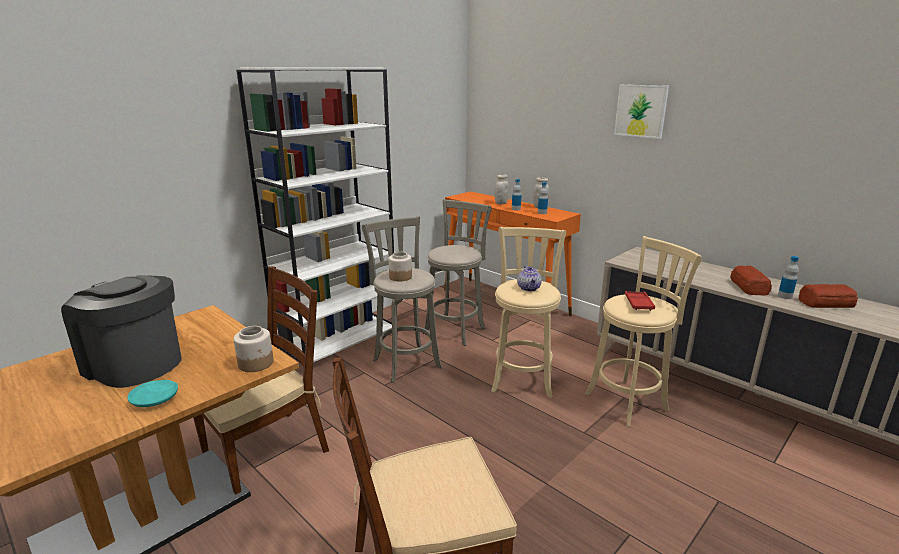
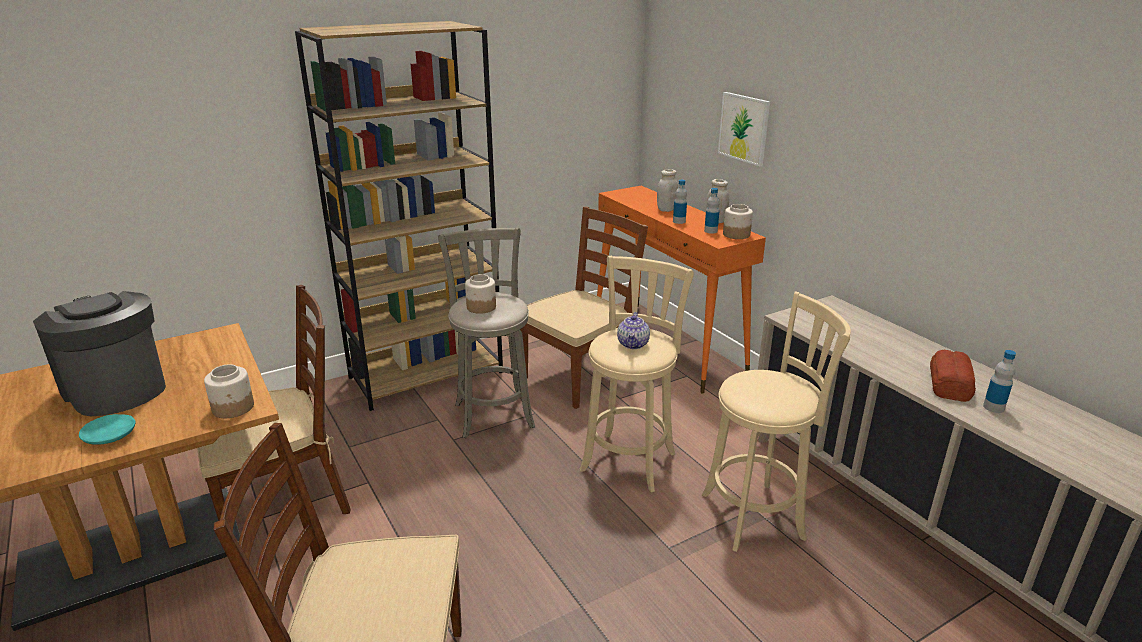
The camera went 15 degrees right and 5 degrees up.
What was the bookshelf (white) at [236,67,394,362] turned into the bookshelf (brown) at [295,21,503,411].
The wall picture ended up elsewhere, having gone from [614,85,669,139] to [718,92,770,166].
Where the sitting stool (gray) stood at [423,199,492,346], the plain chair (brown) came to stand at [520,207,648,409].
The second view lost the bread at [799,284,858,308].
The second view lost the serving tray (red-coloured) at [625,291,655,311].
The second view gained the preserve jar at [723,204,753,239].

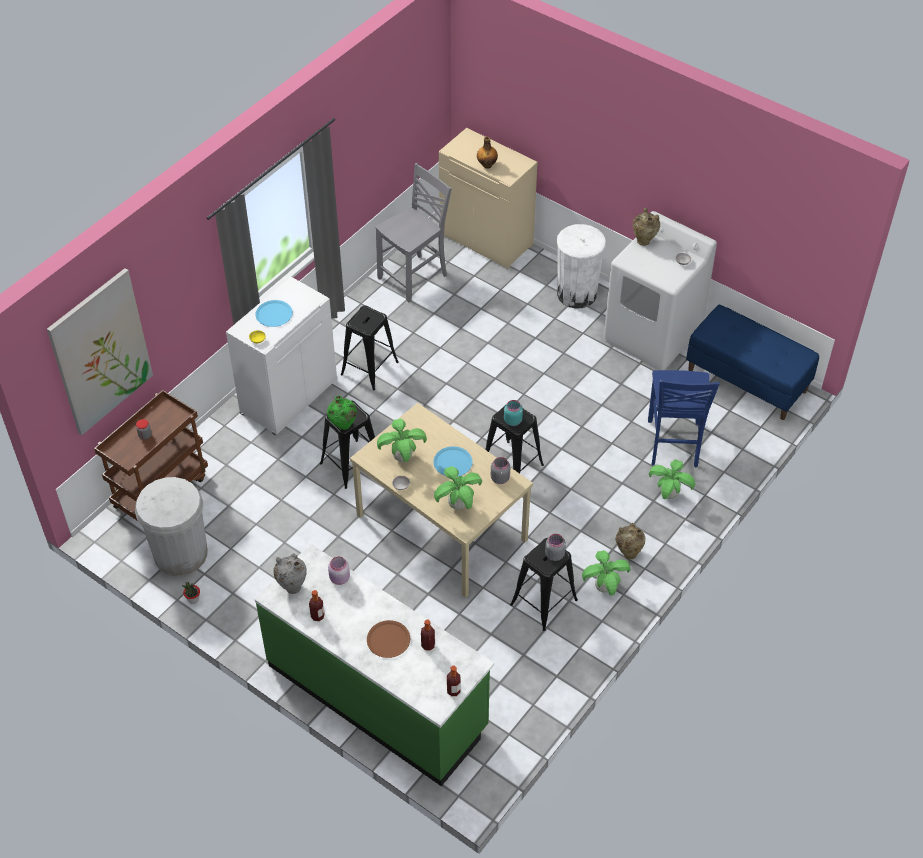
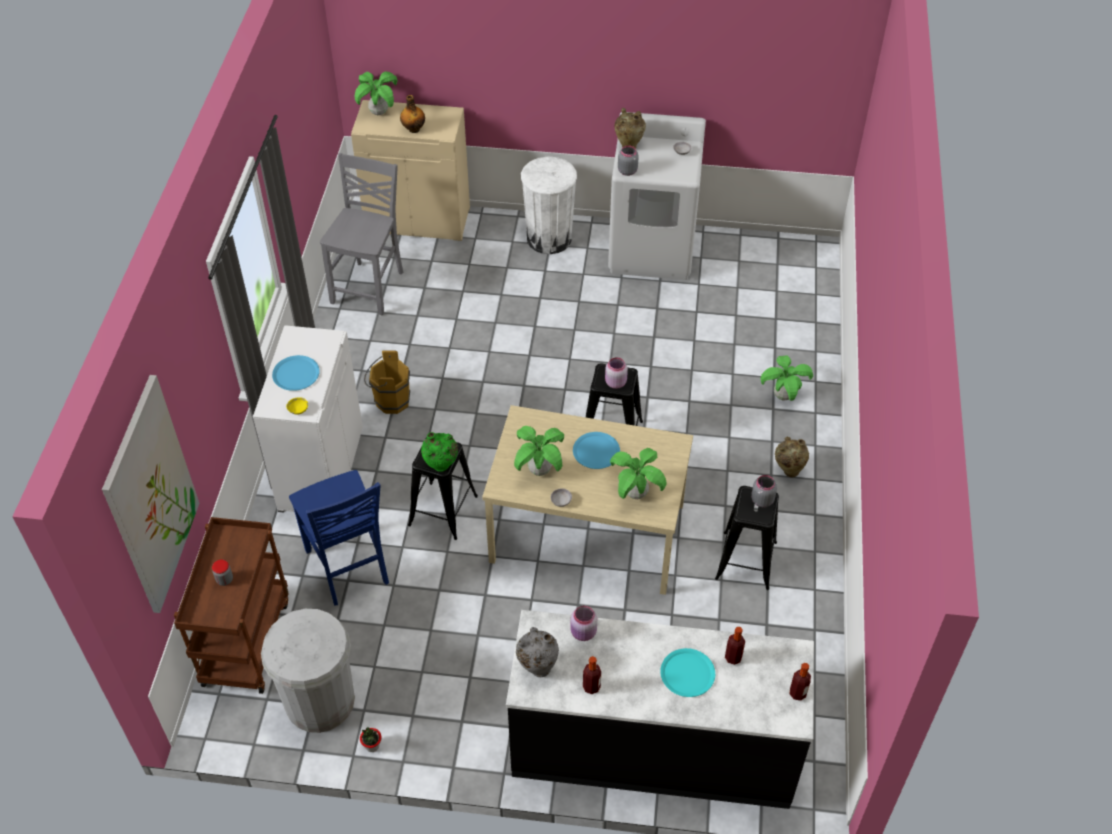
The camera went 30 degrees left and 0 degrees up.
The second view lost the long seat (blue) at [686,305,819,420].
Where the sitting stool (black) stood at [341,306,399,391], the water bucket (brown) came to stand at [364,350,410,414].
The plain chair (blue) ended up elsewhere, having gone from [648,370,720,467] to [289,470,389,605].
What was the preserve jar (turquoise) at [504,400,523,426] turned into the preserve jar (pinkish) at [605,357,628,389].
The preserve jar (gray) ended up elsewhere, having gone from [491,457,510,484] to [618,145,639,176].
What was the kitchen counter (greenish) at [255,544,494,786] turned into the kitchen counter (black) at [506,610,814,809].
The potted plant ended up elsewhere, having gone from [582,550,631,596] to [355,72,398,115].
What was the dinner plate (brown) at [367,620,410,658] turned into the dinner plate (turquoise) at [660,648,715,697].

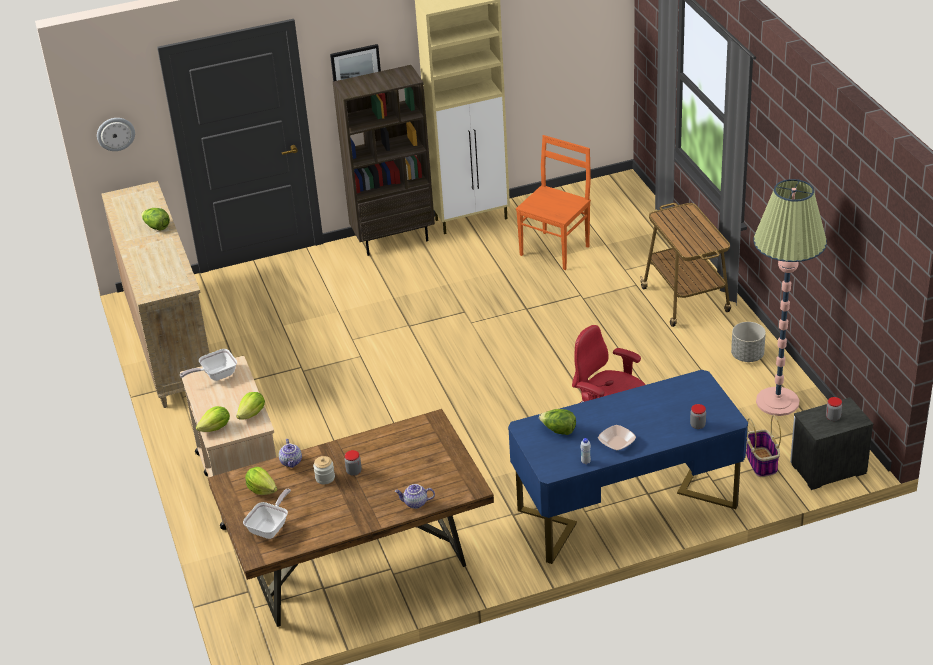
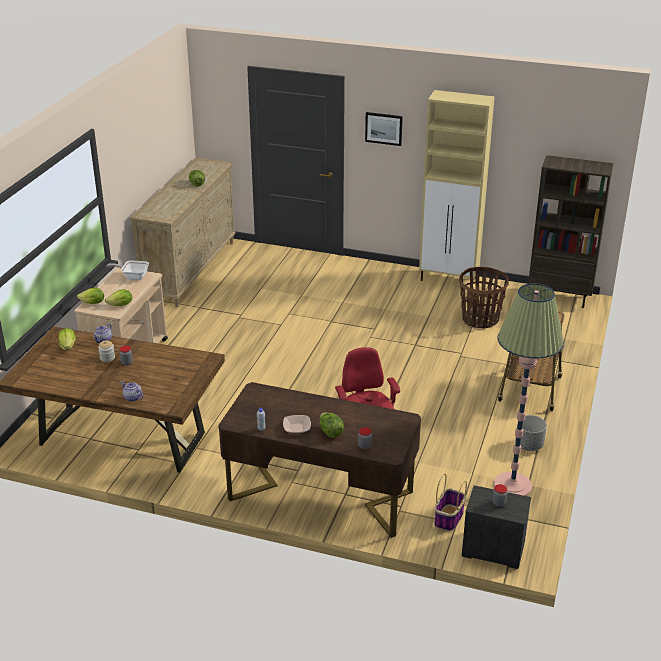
The camera went 35 degrees right and 5 degrees down.
The bookshelf (brown) ended up elsewhere, having gone from [333,65,435,256] to [528,155,613,308].
The second view lost the hanging clock at [97,118,135,151].
Where the plain chair (orangey) stood at [516,135,591,270], the household basket came to stand at [459,267,509,329].
What was the desk (blue) at [508,370,748,564] turned into the desk (brown) at [218,382,421,538].
The head of lettuce ended up elsewhere, having gone from [539,409,576,435] to [319,413,344,438].
The second view lost the pan at [243,489,291,539].

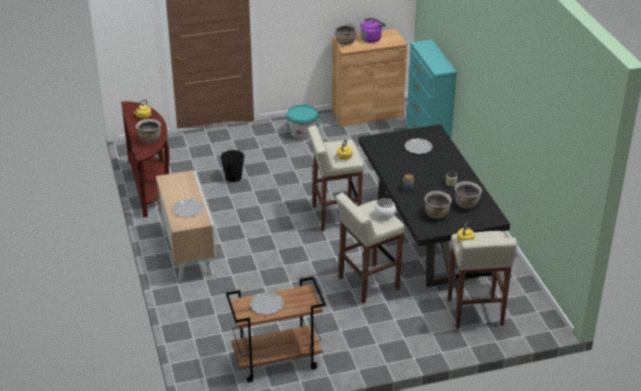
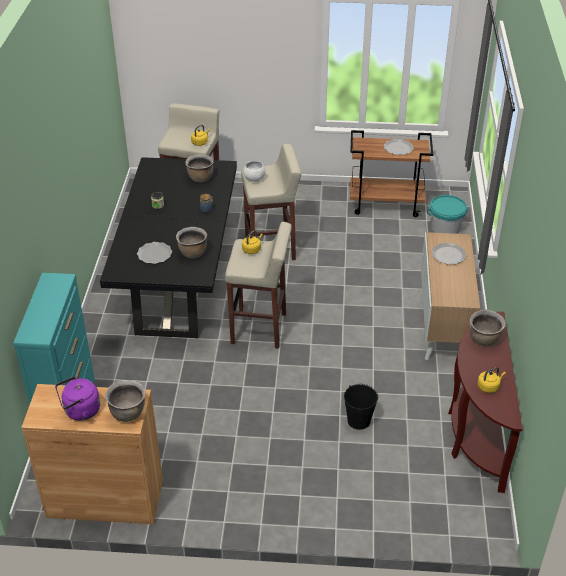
The camera went 160 degrees left and 5 degrees up.
The water bucket (turquoise) ended up elsewhere, having gone from [287,104,320,139] to [427,195,468,234].
The stockpot (brown) ended up elsewhere, having gone from [455,181,482,209] to [176,227,207,259].

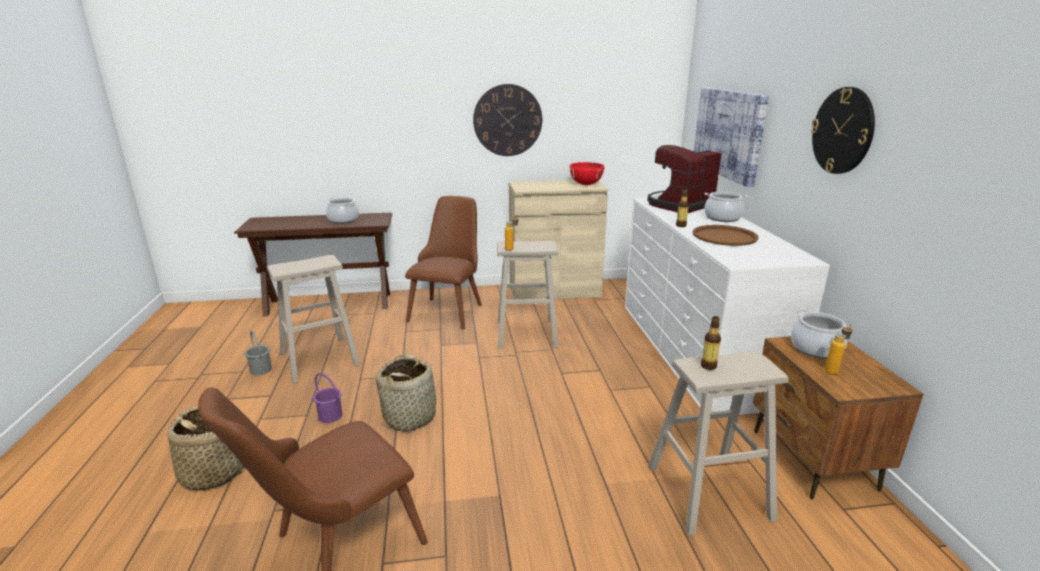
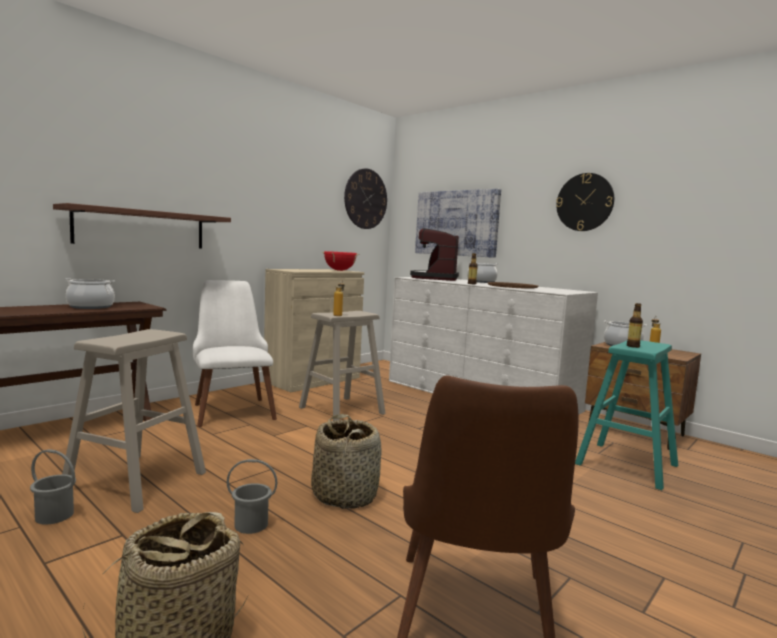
The camera went 40 degrees left and 15 degrees down.
The hanging clock ended up elsewhere, having gone from [473,84,542,156] to [344,168,387,229].
What was the plain chair (brown) at [405,196,482,330] turned into the plain chair (white) at [193,280,277,427].
What was the sitting stool (beige) at [648,351,789,536] turned into the sitting stool (turquoise) at [575,340,678,490].
What was the water bucket (purple-coloured) at [313,373,342,423] turned into the water bucket (gray) at [227,459,277,534].
The second view gained the wall shelf at [53,203,231,249].

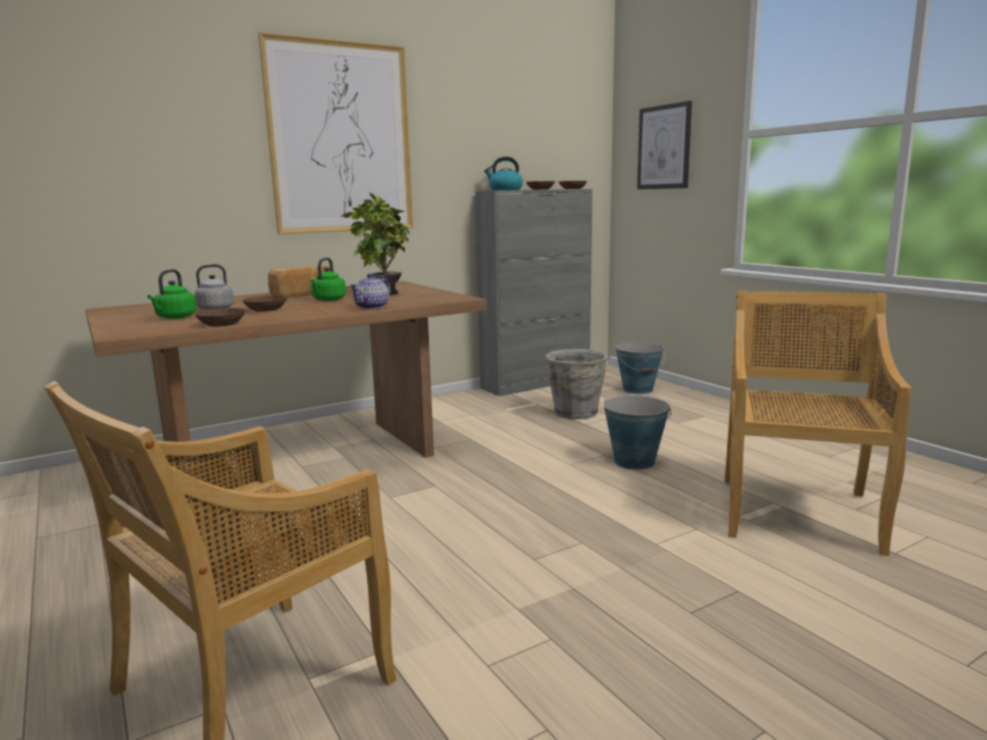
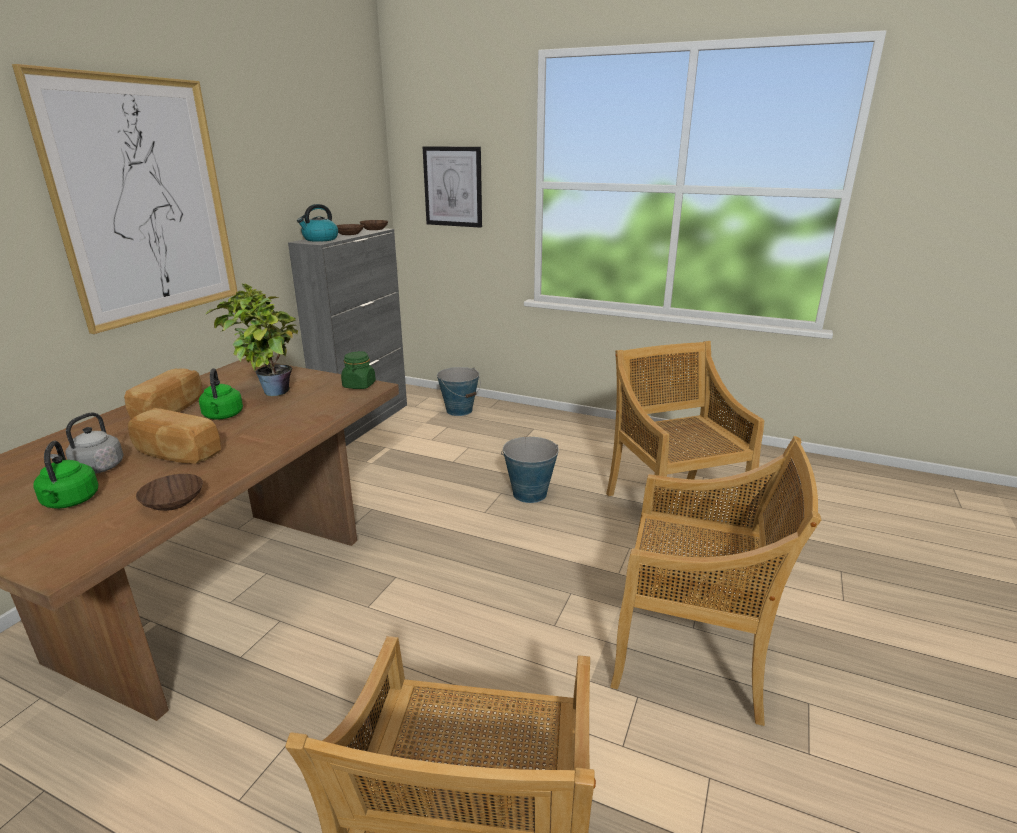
The camera went 35 degrees left and 10 degrees up.
The second view lost the teapot at [349,273,391,309].
Where the bowl (brown) stood at [242,296,287,312], the bread came to stand at [128,408,221,464].
The second view lost the water bucket (gray) at [545,349,611,419].
The second view gained the preserve jar (greenish) at [341,351,376,389].
The second view gained the plain chair (beige) at [610,436,821,726].

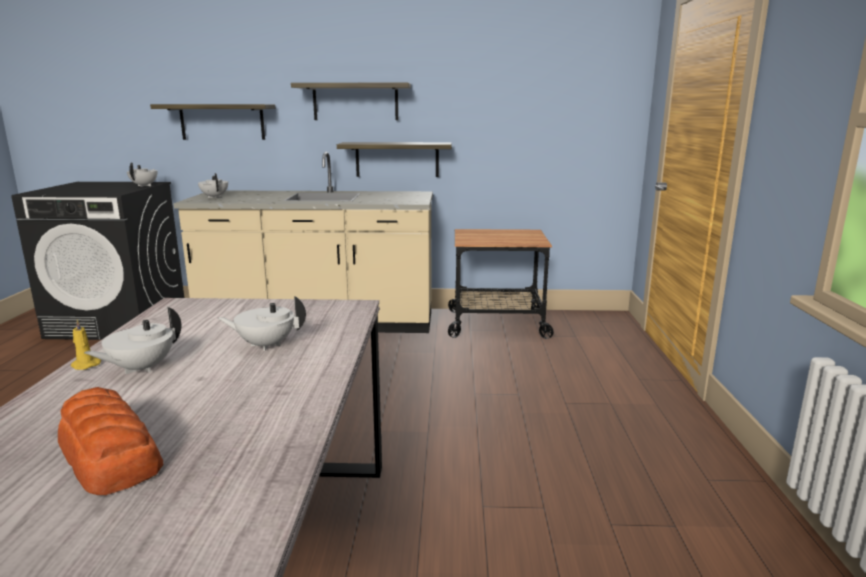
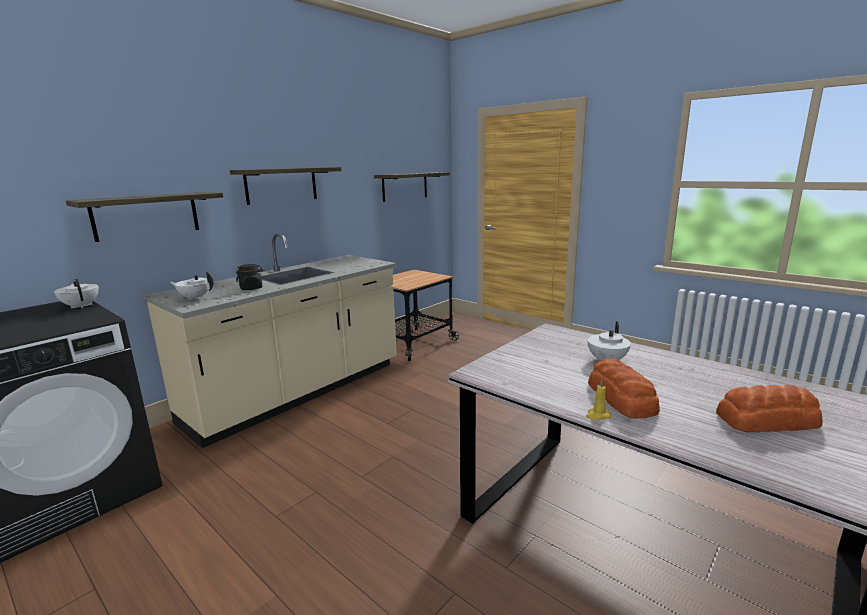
The camera went 50 degrees left and 0 degrees up.
The wall shelf ended up elsewhere, having gone from [337,142,452,177] to [374,172,450,202].
Where the teapot (white) stood at [84,307,181,374], the bread came to stand at [588,358,660,419].
The second view gained the preserve jar (black) at [236,264,263,290].

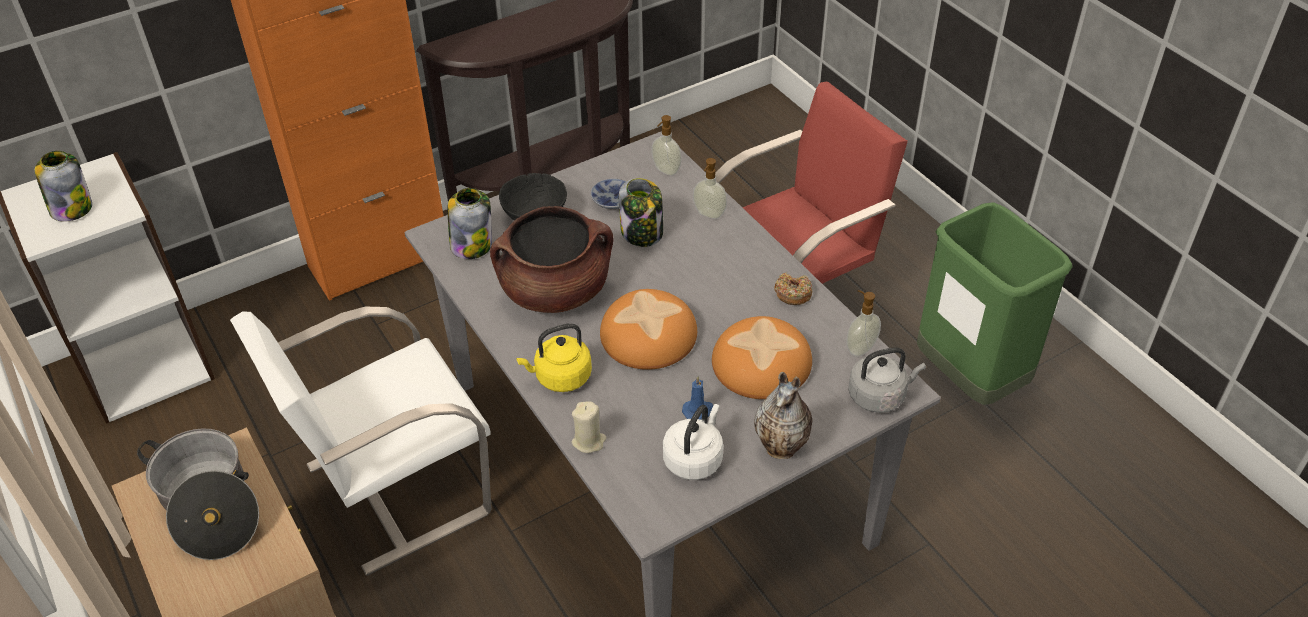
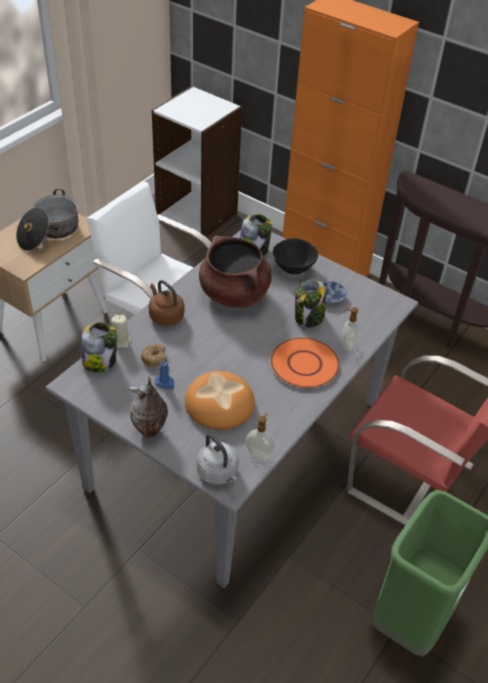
The camera went 65 degrees right and 0 degrees up.
The second view lost the soap dispenser at [651,115,682,176].
The preserve jar ended up elsewhere, having gone from [35,151,92,222] to [81,323,117,372].
The doughnut ended up elsewhere, having gone from [775,272,812,305] to [141,344,167,367].
The second view lost the bread at [600,289,697,370].
What was the tea kettle (yellow-coloured) at [516,323,592,392] turned into the tea kettle (brown) at [149,280,184,326].
The second view lost the tea kettle (white) at [663,404,723,480].
The second view gained the dinner plate (orangey) at [271,338,340,388].

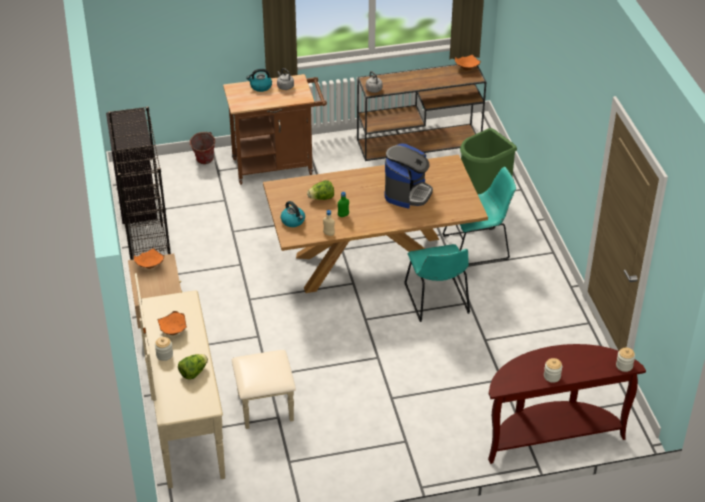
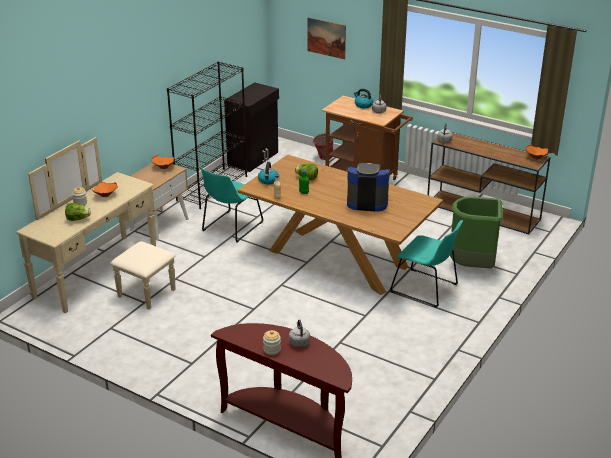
The camera went 45 degrees right and 10 degrees down.
The coffee machine at [385,143,433,209] ended up facing another way, 150 degrees counterclockwise from before.
The plain chair (turquoise) ended up elsewhere, having gone from [404,244,470,322] to [201,168,264,243].
The second view lost the preserve jar at [616,348,635,372].
The second view gained the wall picture at [307,17,346,60].
The second view gained the tea kettle (gray) at [289,319,310,347].

